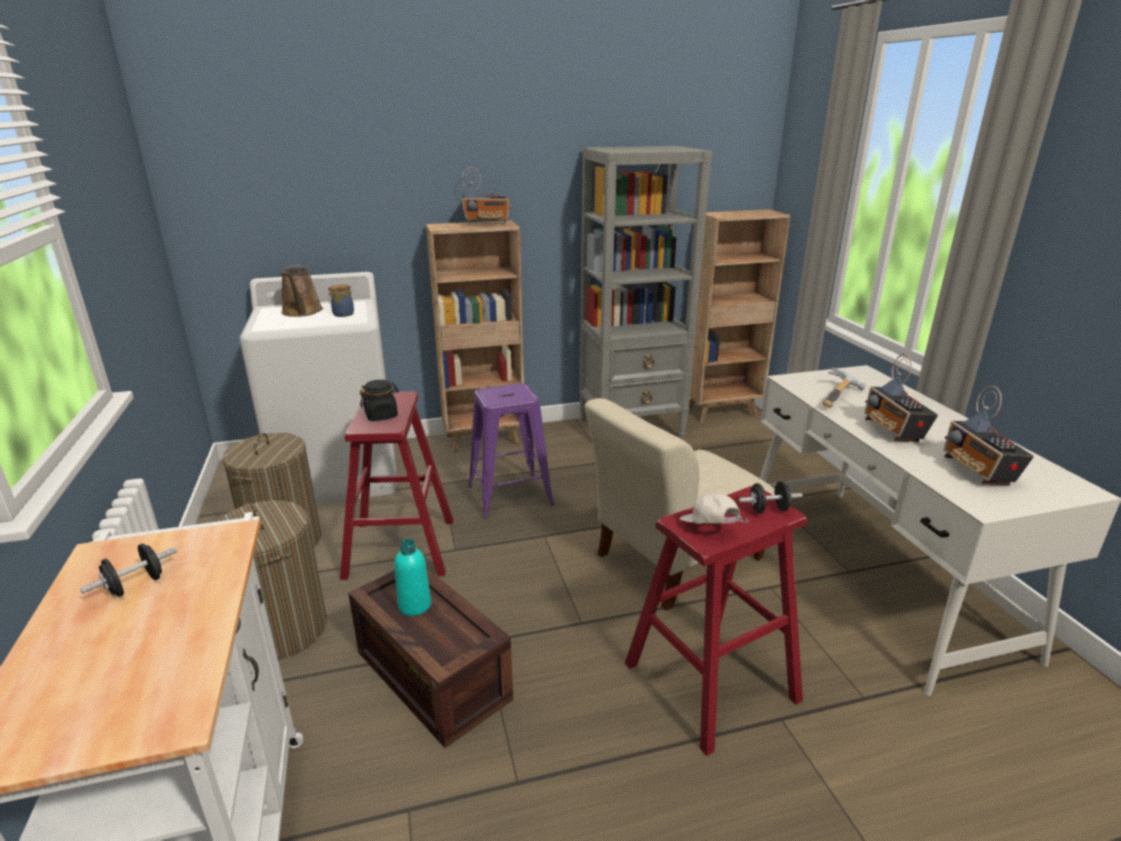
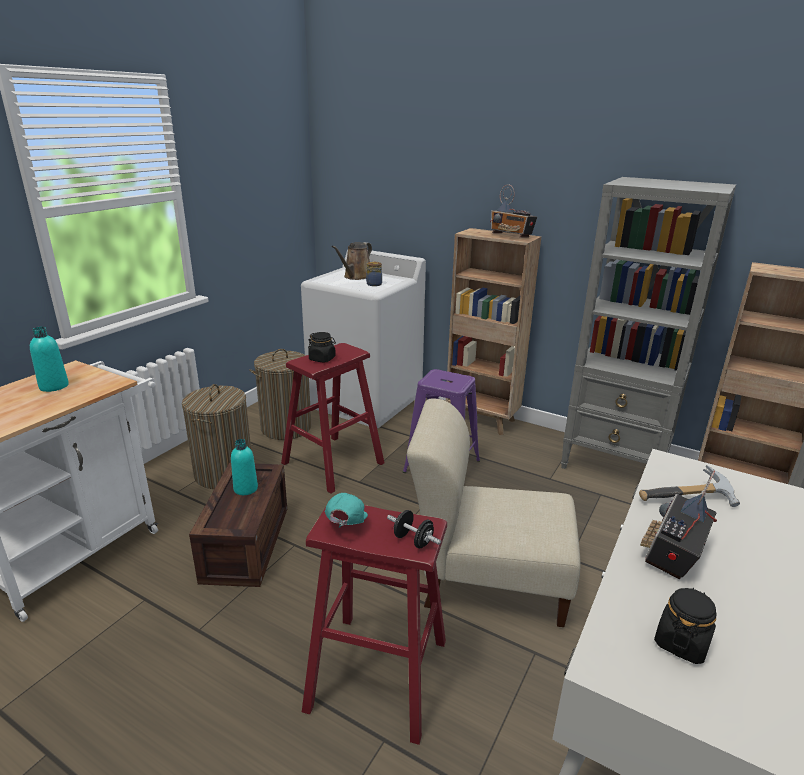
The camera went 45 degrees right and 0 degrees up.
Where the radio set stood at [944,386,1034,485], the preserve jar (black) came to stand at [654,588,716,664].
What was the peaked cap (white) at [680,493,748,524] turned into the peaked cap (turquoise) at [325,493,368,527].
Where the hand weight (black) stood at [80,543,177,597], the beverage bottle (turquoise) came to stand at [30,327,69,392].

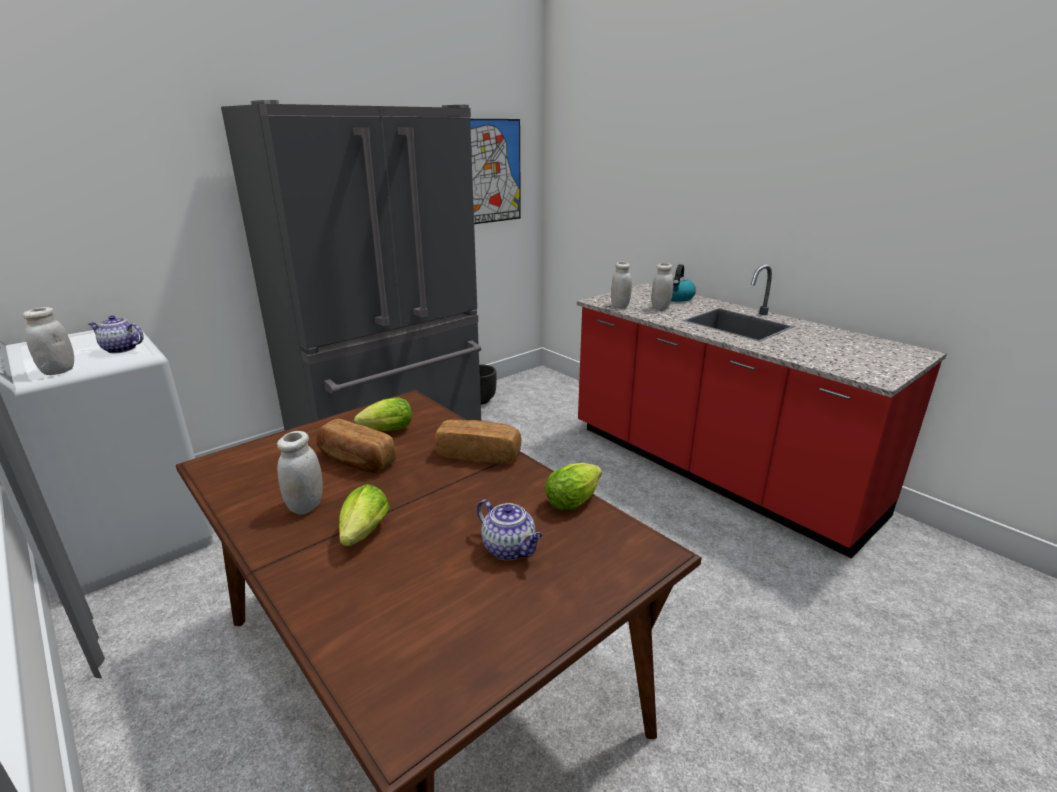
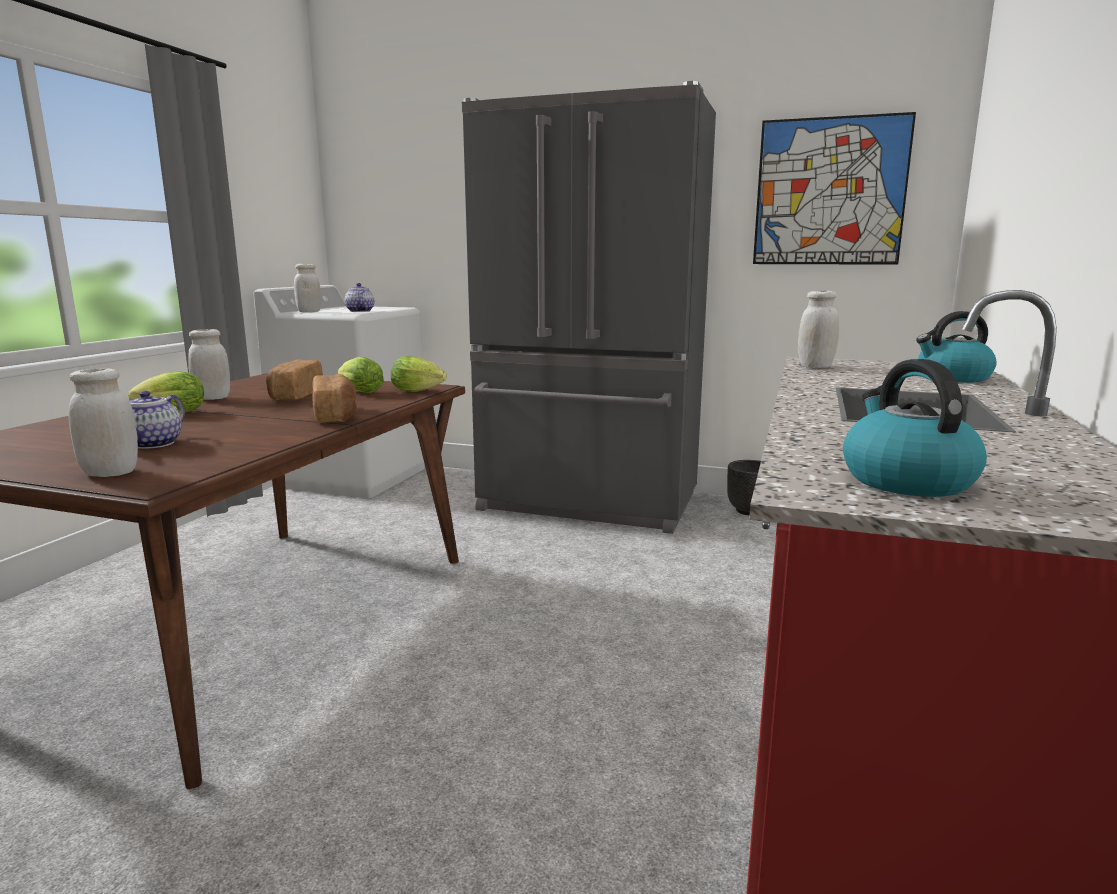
The camera went 60 degrees right and 10 degrees down.
The preserve jar (white) ended up elsewhere, having gone from [651,263,673,310] to [68,368,138,477].
The head of lettuce ended up elsewhere, having gone from [545,463,602,510] to [391,356,447,392].
The second view gained the tea kettle at [843,359,987,497].

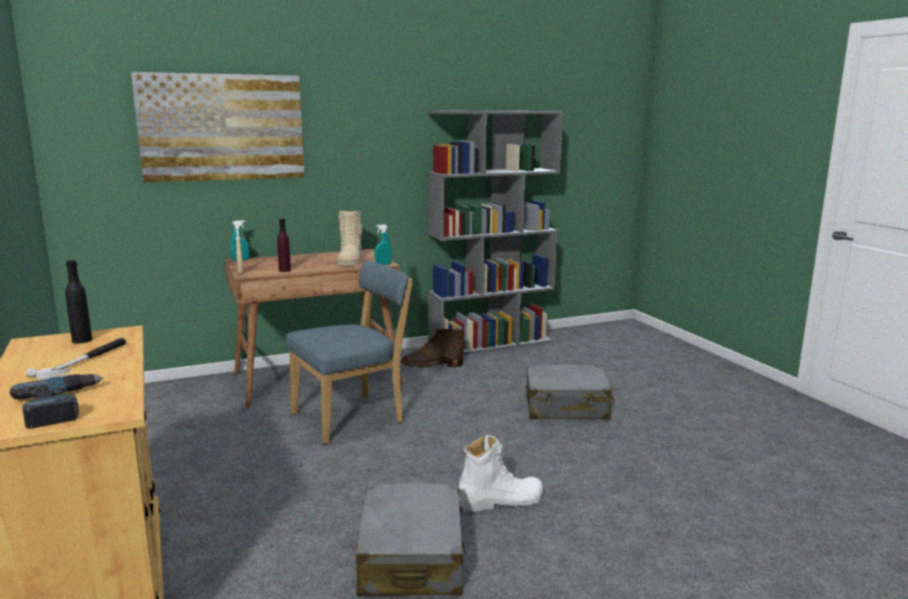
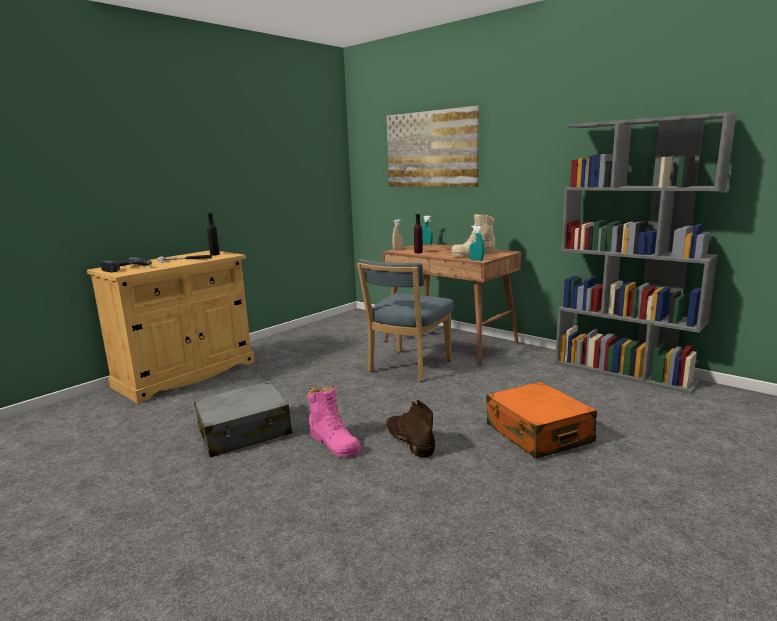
The camera went 65 degrees right and 0 degrees up.
The plain chair (blue) at [286,260,413,444] ended up facing another way, 90 degrees clockwise from before.
The high-top boot (brown) ended up elsewhere, having gone from [401,329,464,368] to [386,400,435,458].
What was the piece of luggage (gray) at [526,364,614,419] turned into the piece of luggage (orangey) at [486,382,597,459].
What was the high-top boot (white) at [459,435,543,512] turned into the high-top boot (pinkish) at [308,386,361,458].

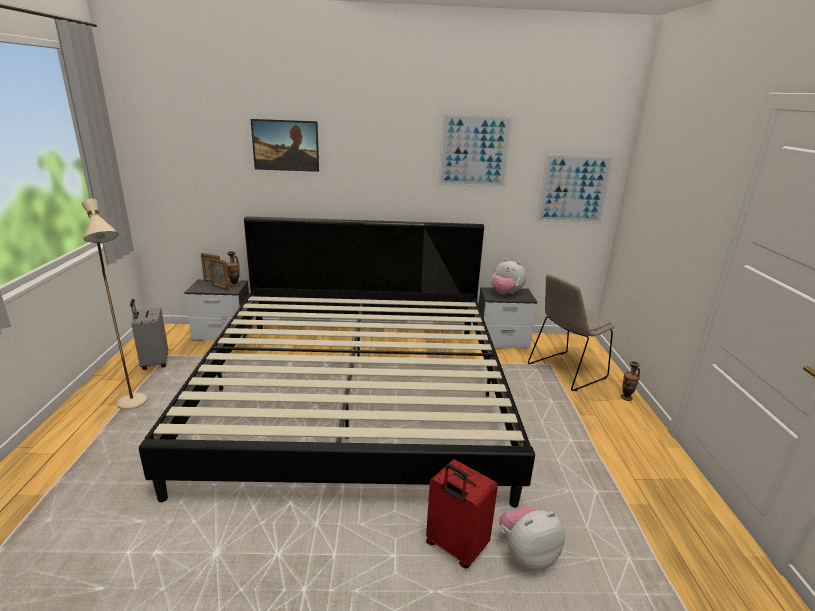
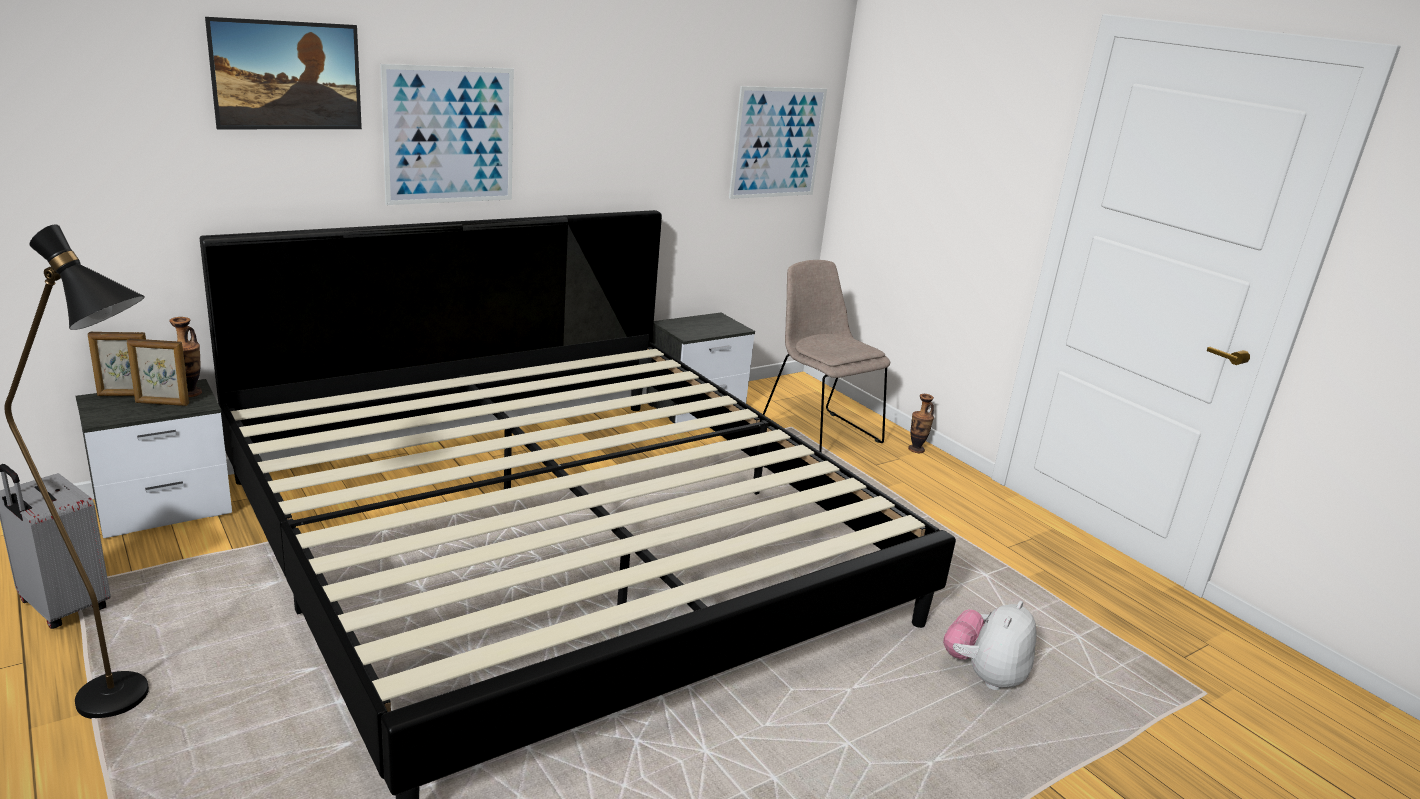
The camera went 35 degrees left and 0 degrees up.
The wall picture ended up elsewhere, having gone from [438,114,513,188] to [380,64,514,205].
What was the standing lamp (beige) at [82,199,148,410] turned into the standing lamp (black) at [4,224,149,719].
The second view lost the soft toy at [492,259,526,294].
The plain chair (beige) at [528,274,614,391] ended up facing another way, 120 degrees clockwise from before.
The second view lost the piece of luggage (red-coloured) at [426,459,498,568].

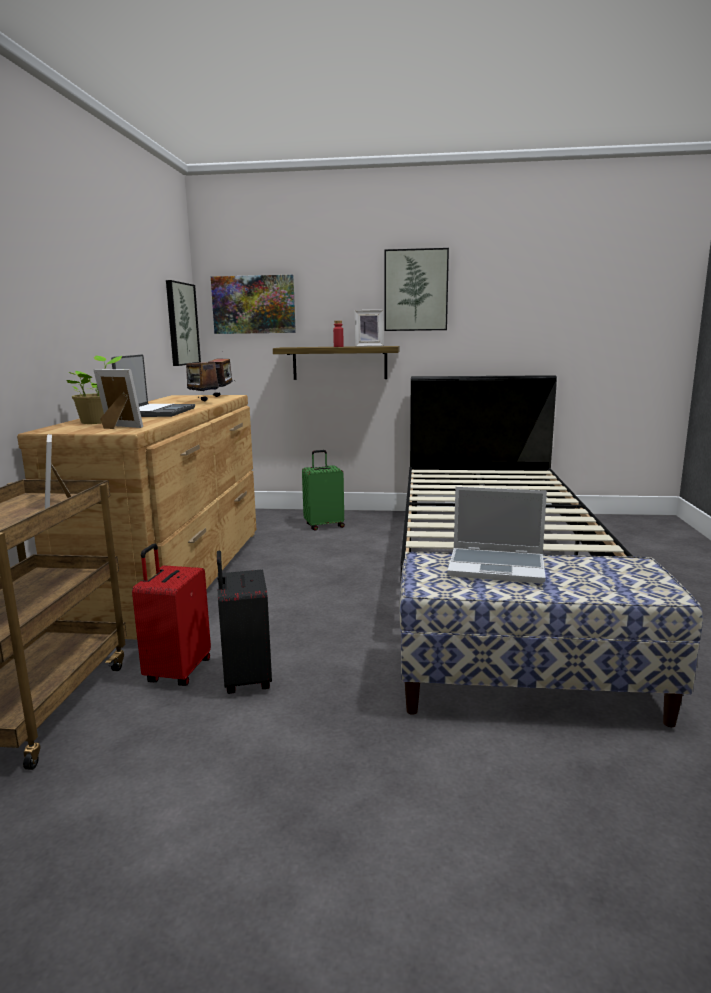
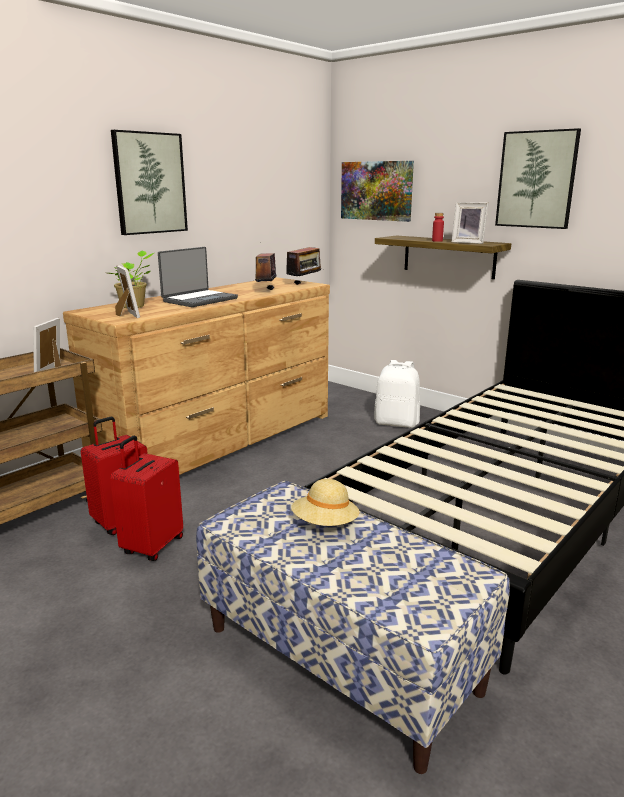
The camera went 35 degrees right and 5 degrees up.
The wall picture ended up elsewhere, having gone from [166,280,201,366] to [111,130,188,235].
Where the piece of luggage (greenish) stood at [302,450,345,531], the knapsack (white) came to stand at [374,360,420,428].
Where the notebook computer stood at [447,487,547,583], the hat (beige) came to stand at [291,479,360,526].
What was the piece of luggage (black) at [217,550,272,694] turned into the piece of luggage (red-coloured) at [110,436,183,561].

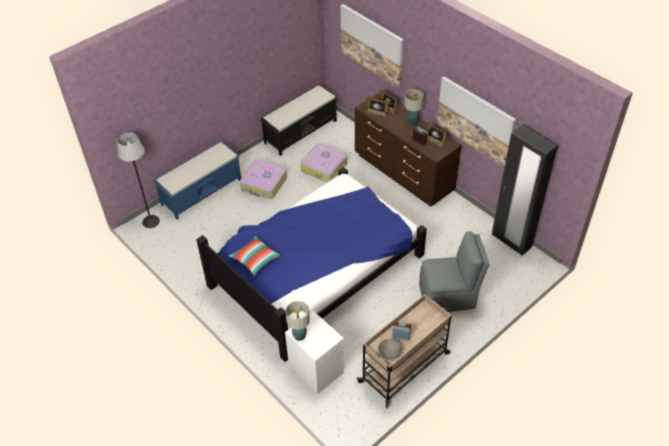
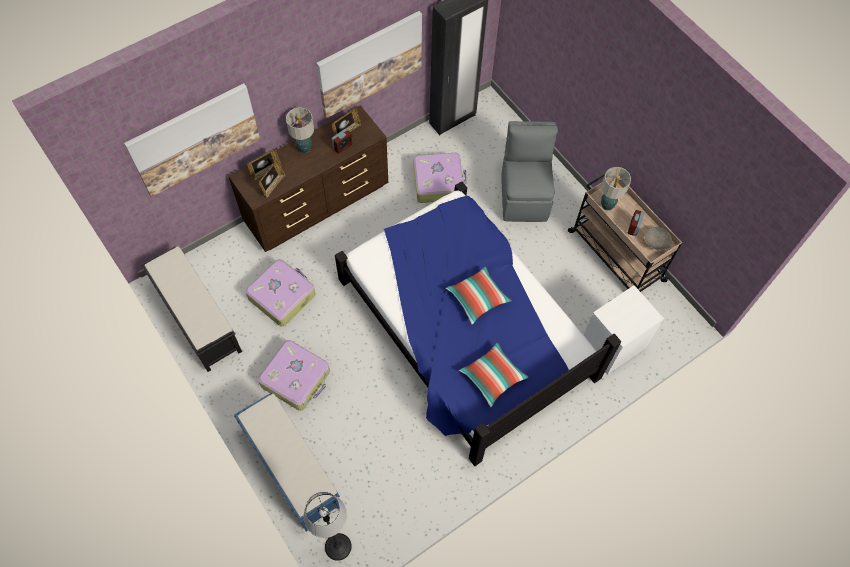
The camera went 85 degrees left and 15 degrees up.
The table lamp ended up elsewhere, having gone from [286,301,310,341] to [601,167,631,210].
The second view gained the piece of luggage at [413,153,467,203].
The second view gained the cushion at [446,266,512,324].

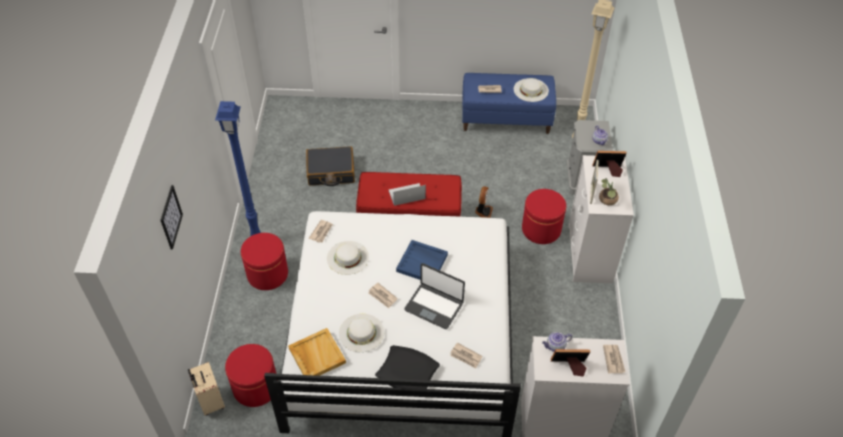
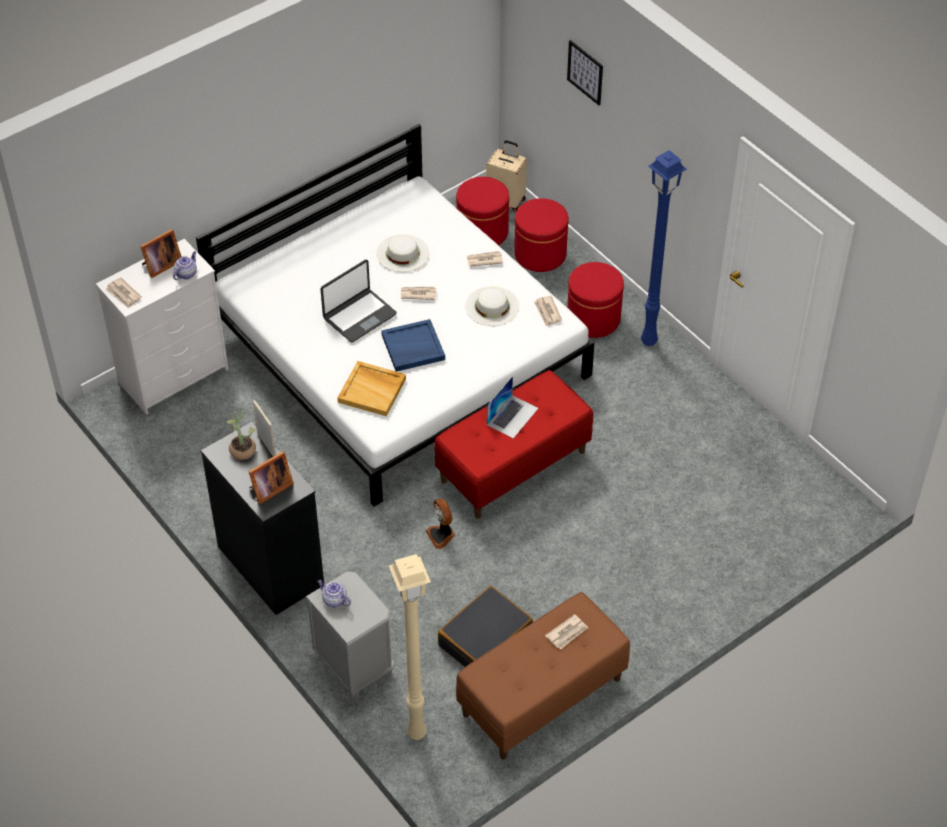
The camera went 140 degrees right and 0 degrees up.
What was the long seat (blue) at [462,73,556,134] turned into the long seat (brown) at [456,592,630,760].
The second view lost the hat (white) at [514,78,549,102].
The piece of luggage (black) ended up elsewhere, having gone from [306,146,355,186] to [438,586,533,667].
What was the drawer chest (white) at [568,155,634,283] turned into the drawer chest (black) at [201,422,324,615].
The pouffe (red-coloured) ended up elsewhere, having gone from [522,189,566,244] to [514,198,569,272].
The notebook computer at [404,263,465,329] ended up facing another way, 150 degrees clockwise from before.
The serving tray (beige) ended up elsewhere, having gone from [288,328,346,376] to [338,361,406,416].
The newspaper ended up elsewhere, having gone from [450,343,482,368] to [467,251,503,267].
The second view lost the cushion (black) at [375,345,440,389].

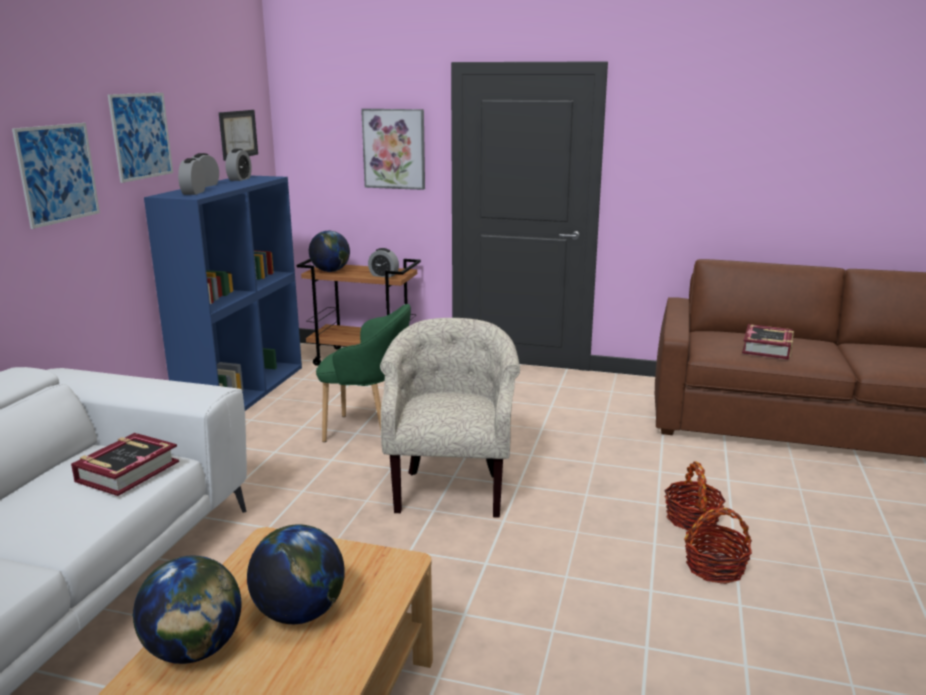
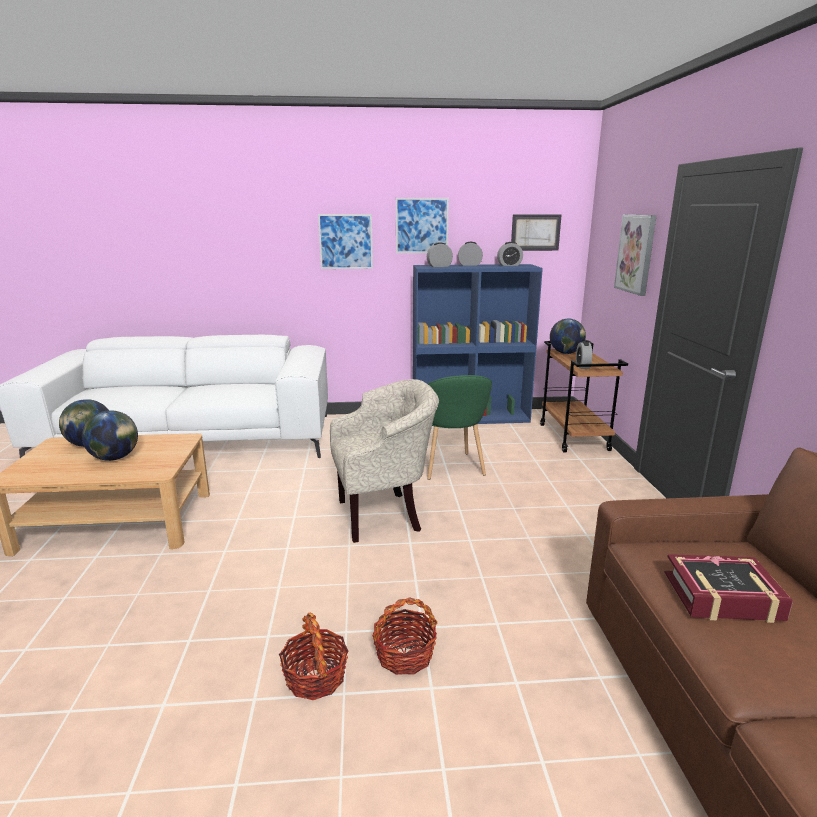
The camera went 70 degrees right and 0 degrees up.
The second view lost the volume at [71,433,179,496].

